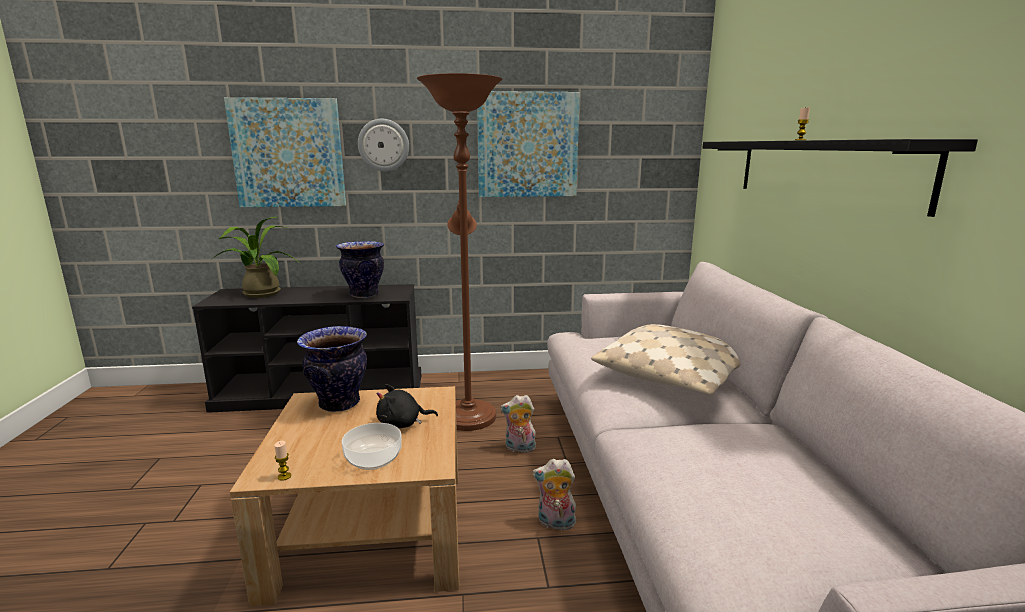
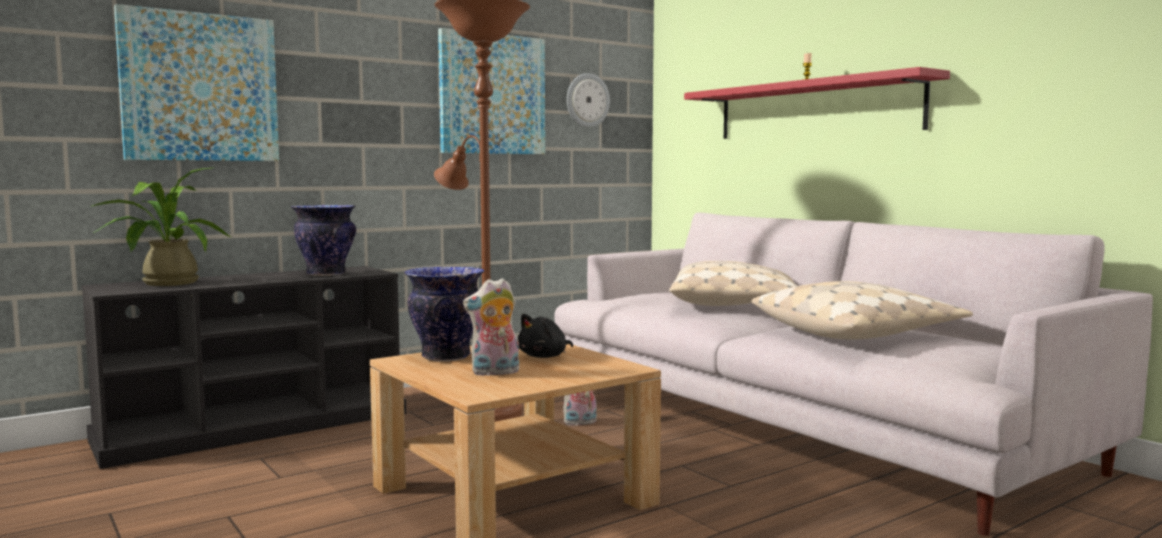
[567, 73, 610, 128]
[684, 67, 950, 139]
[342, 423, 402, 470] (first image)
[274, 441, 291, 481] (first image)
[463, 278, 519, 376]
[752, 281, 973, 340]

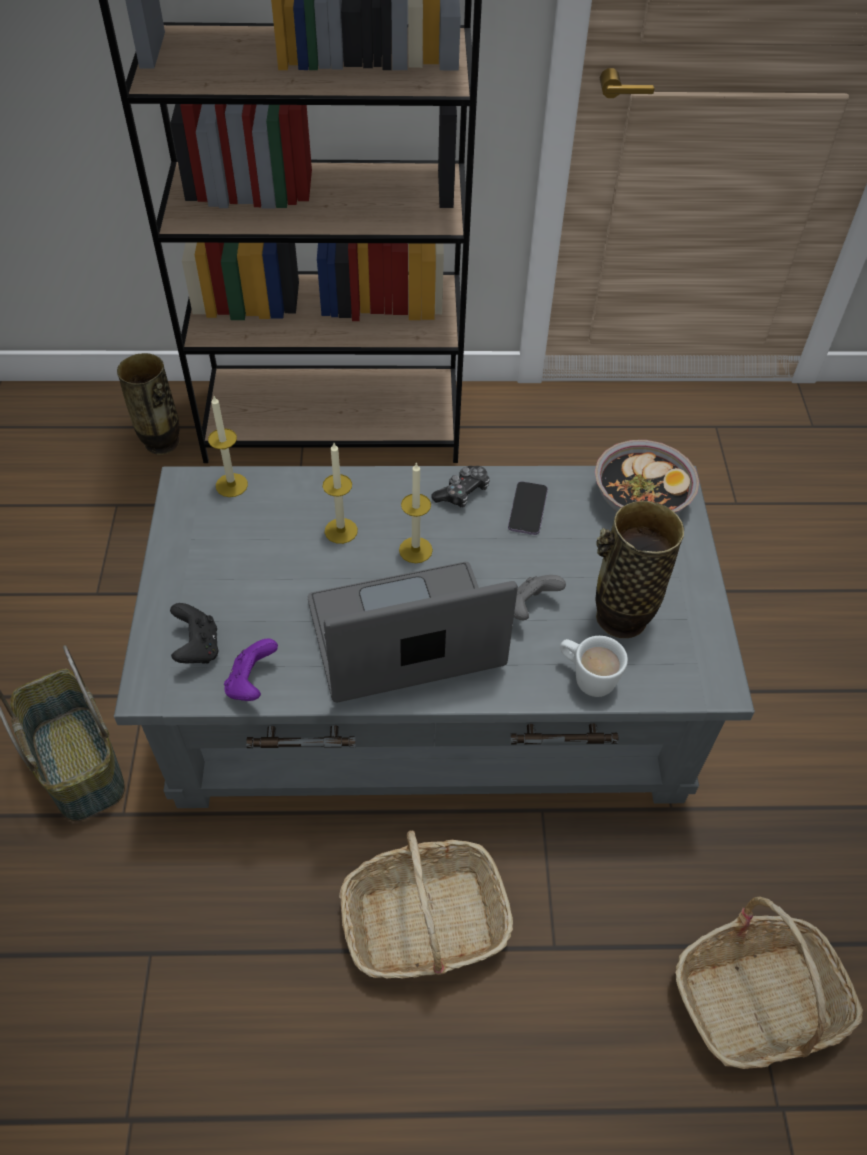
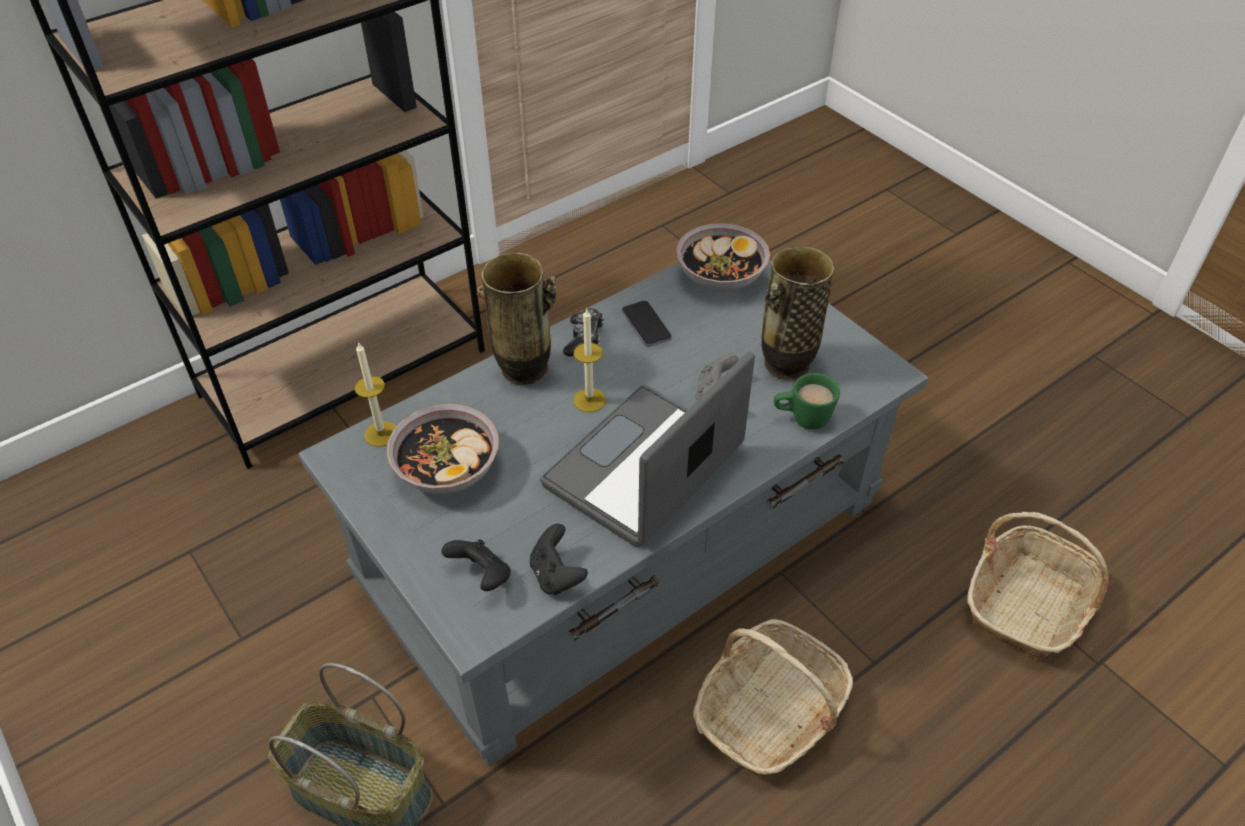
[477, 253, 557, 385]
[323, 443, 358, 544] (first image)
[774, 373, 840, 430]
[530, 524, 588, 595]
[386, 404, 499, 494]

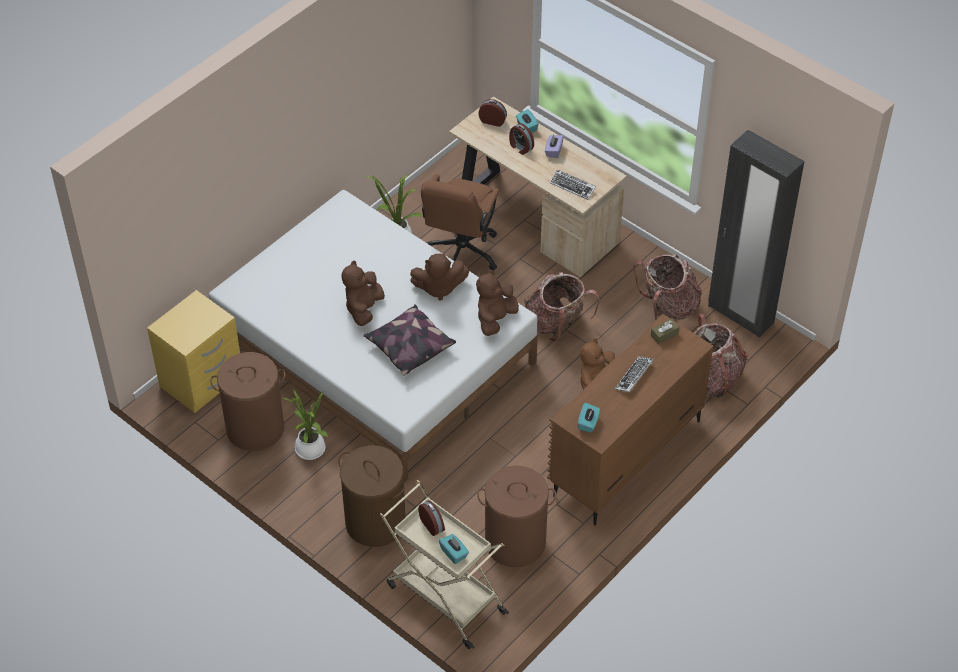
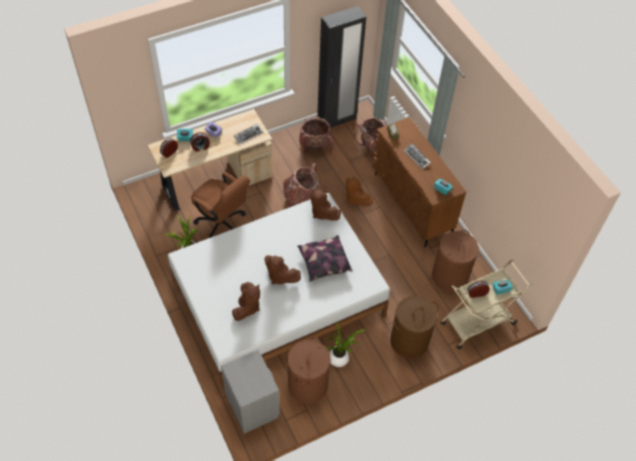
[232, 282, 260, 321]
[221, 350, 280, 434]

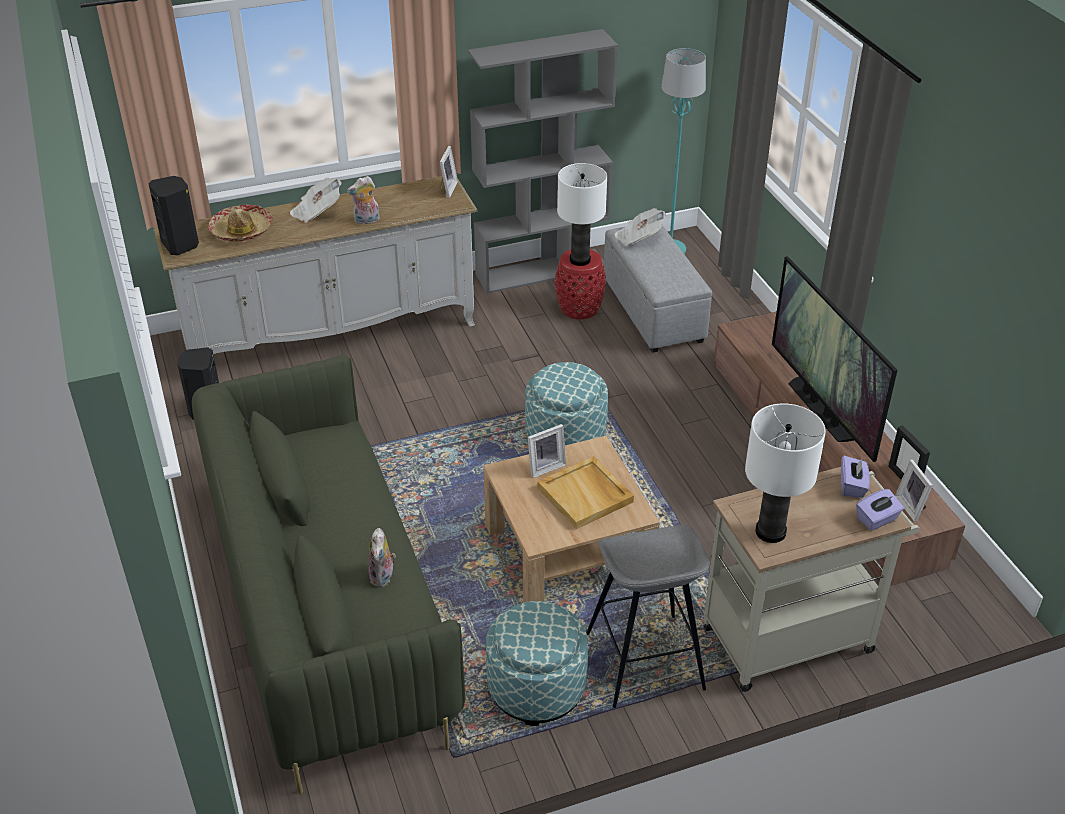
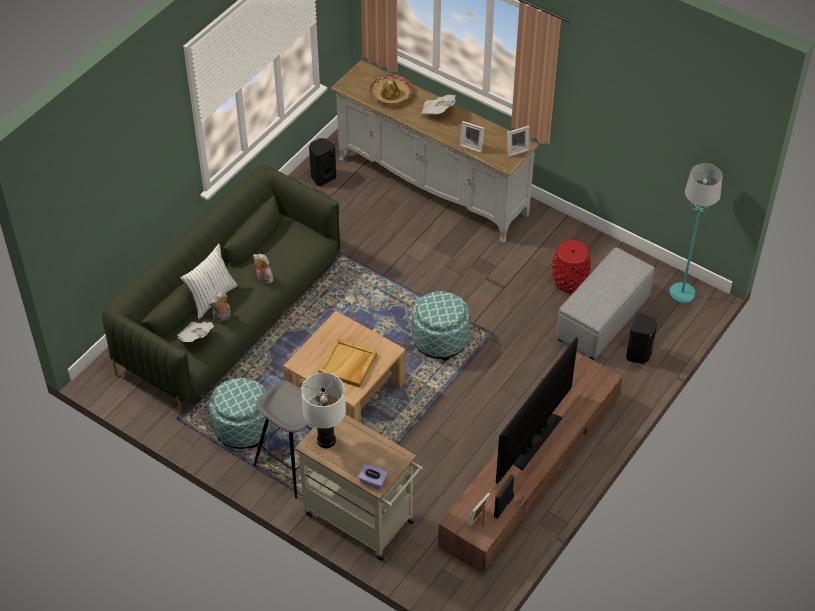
[468, 29, 618, 294] (first image)
[557, 163, 607, 266] (first image)
[626, 313, 657, 364]
[253, 254, 273, 284]
[177, 322, 214, 342]
[460, 121, 485, 152]
[841, 456, 870, 498] (first image)
[180, 244, 238, 319]

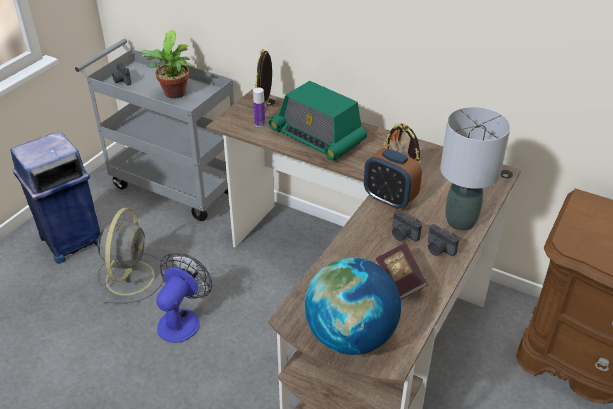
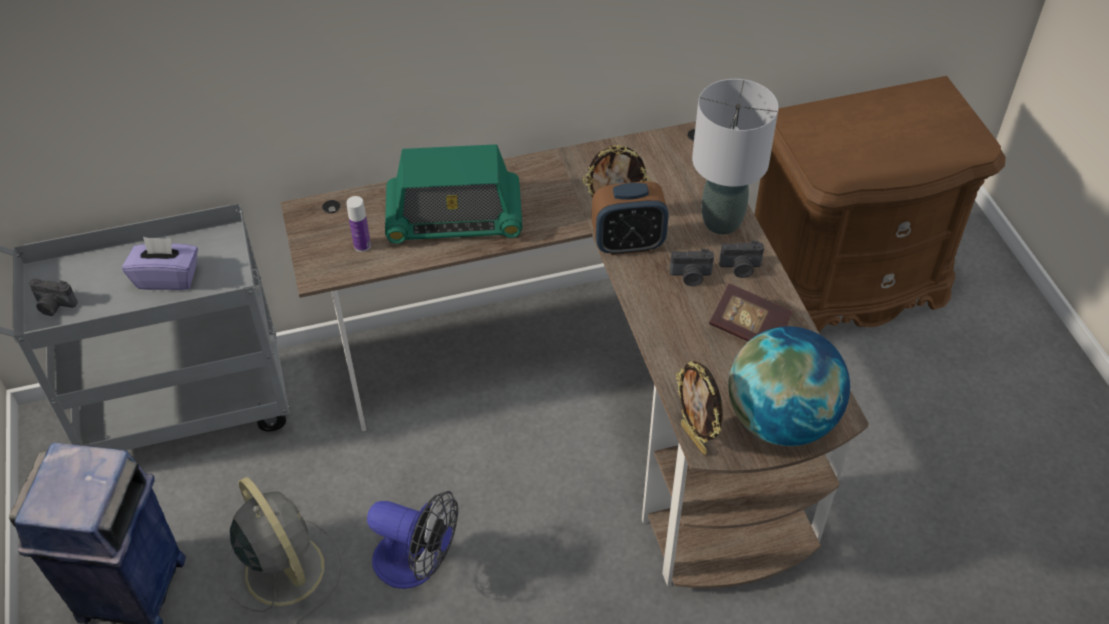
[122, 237, 198, 290]
[676, 361, 723, 455]
[367, 491, 458, 589]

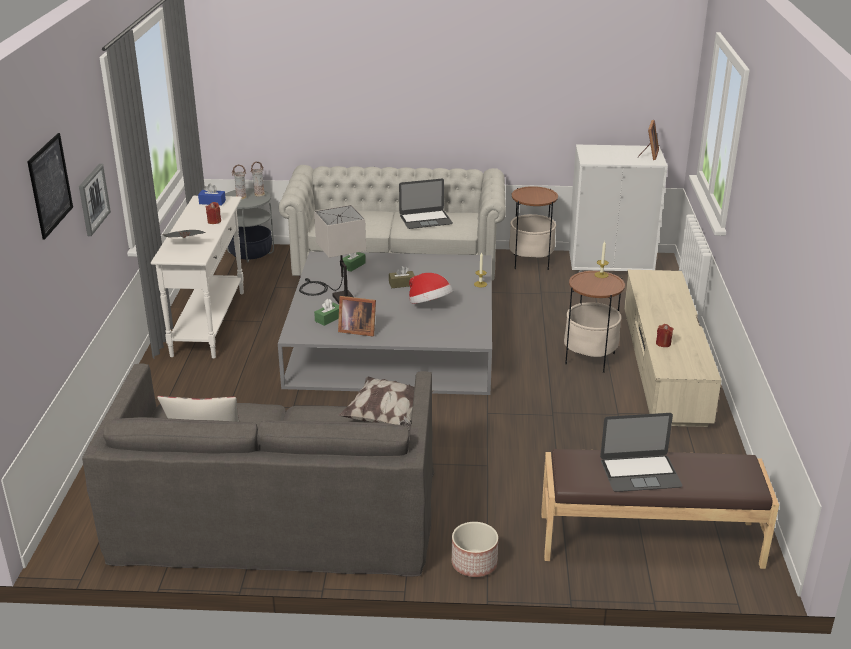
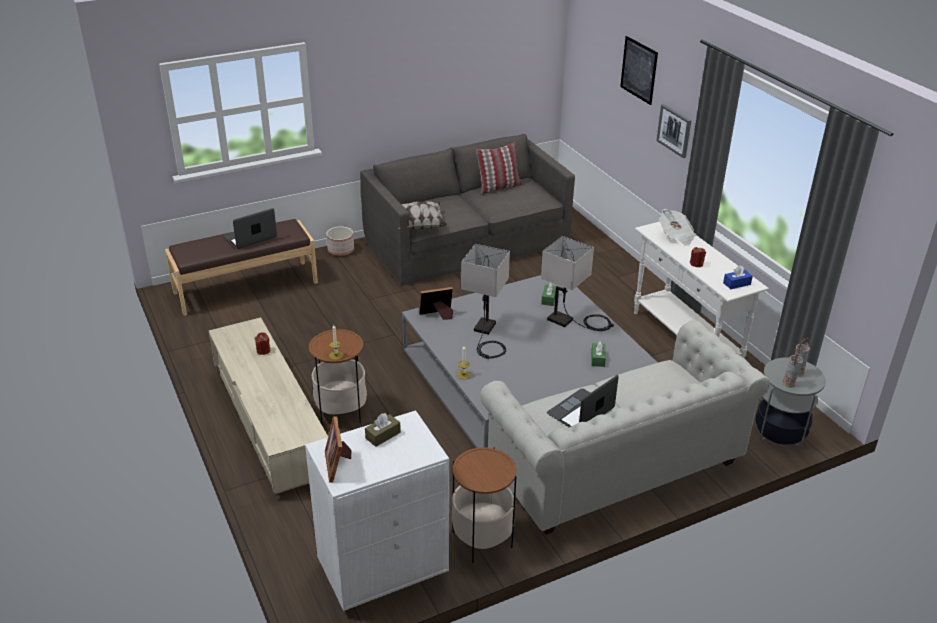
[365, 413, 401, 447]
[461, 244, 510, 359]
[419, 287, 453, 320]

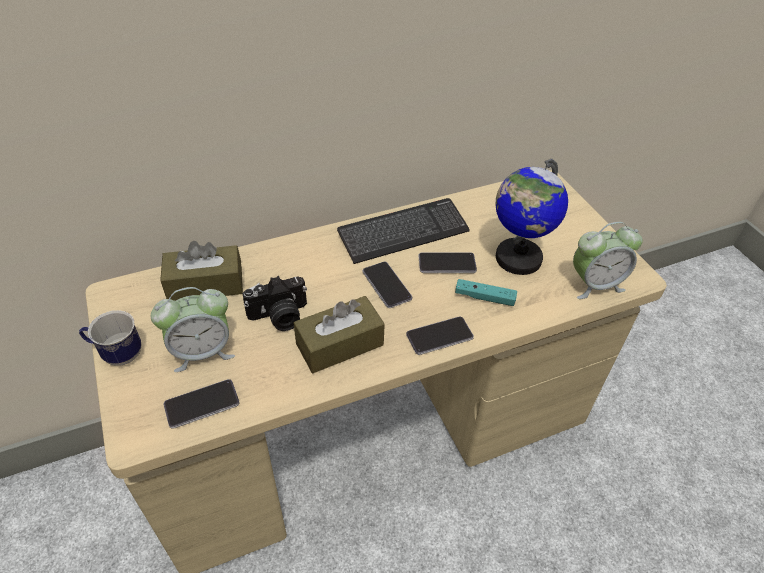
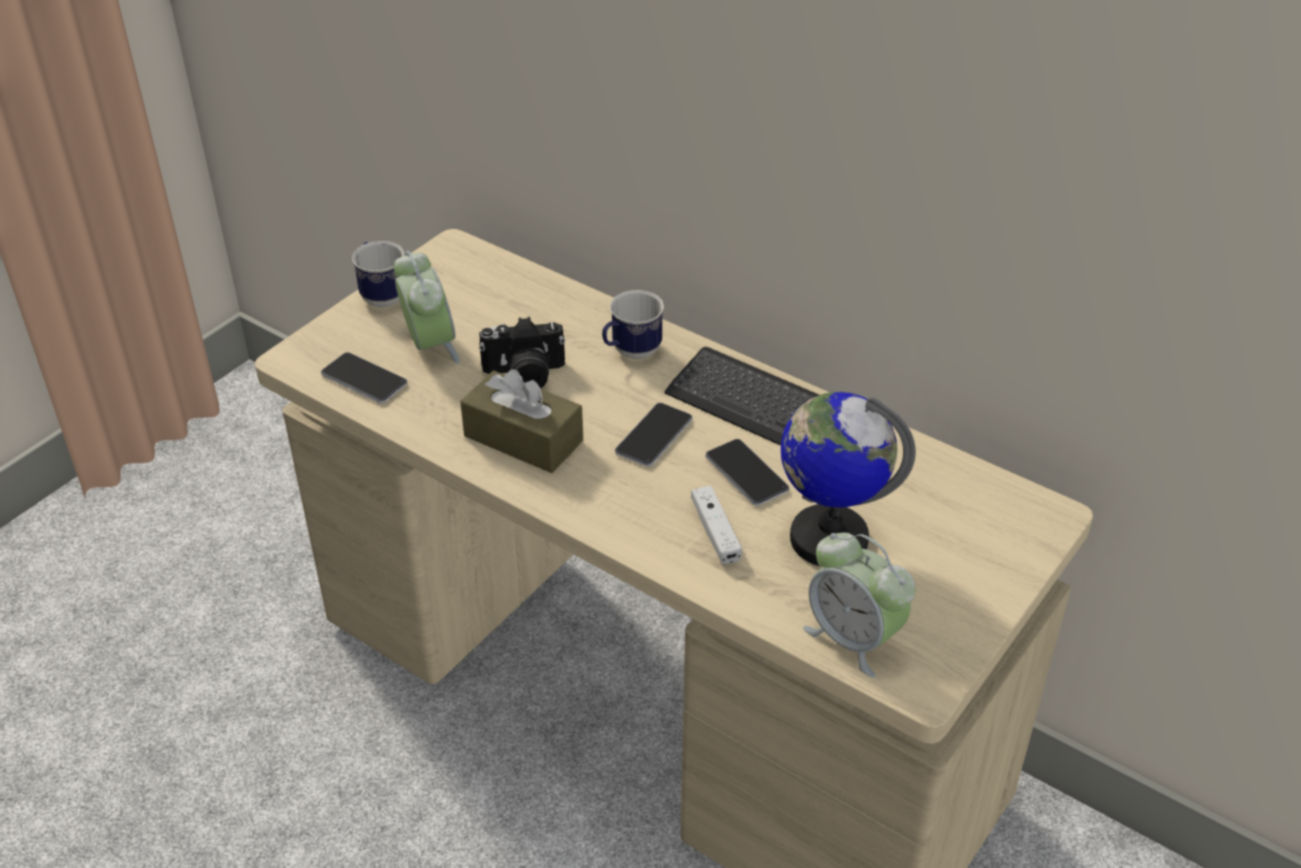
[160, 241, 243, 301] (first image)
[479, 317, 565, 388]
[691, 486, 742, 564]
[394, 251, 460, 364]
[406, 317, 474, 355] (first image)
[602, 290, 664, 359]

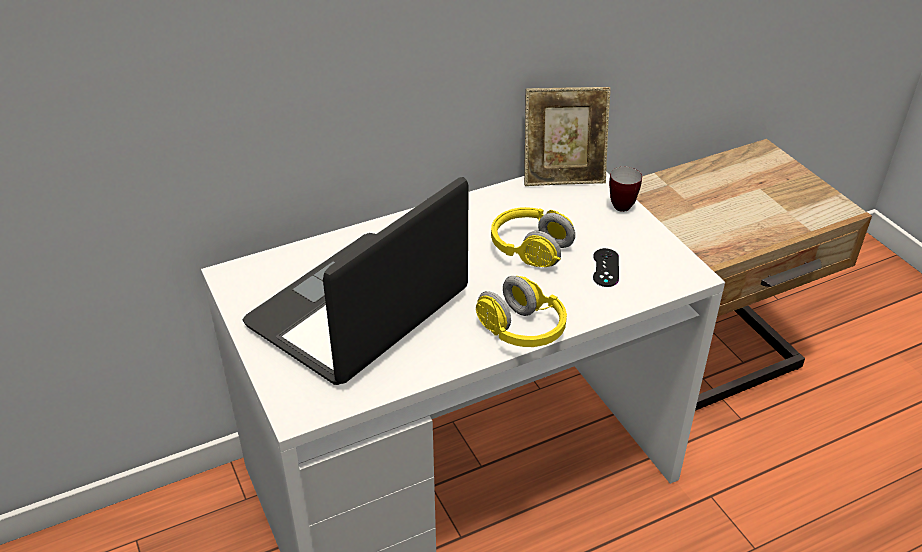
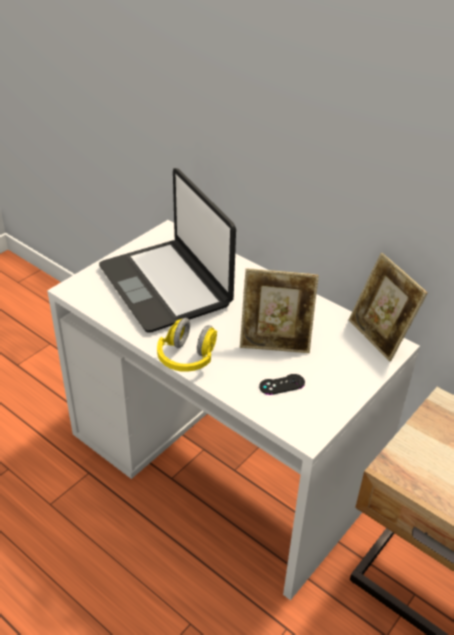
[609, 167, 642, 212] (first image)
[99, 168, 236, 332]
[240, 268, 319, 353]

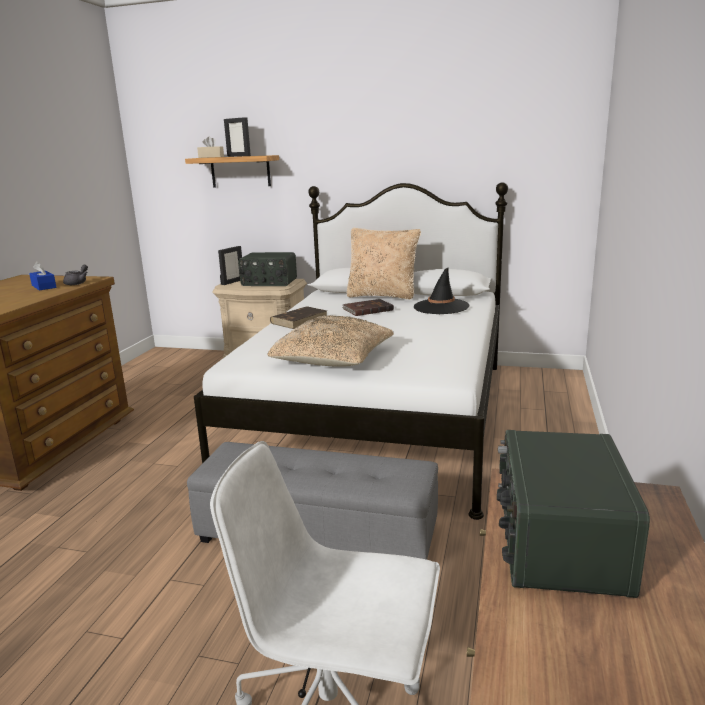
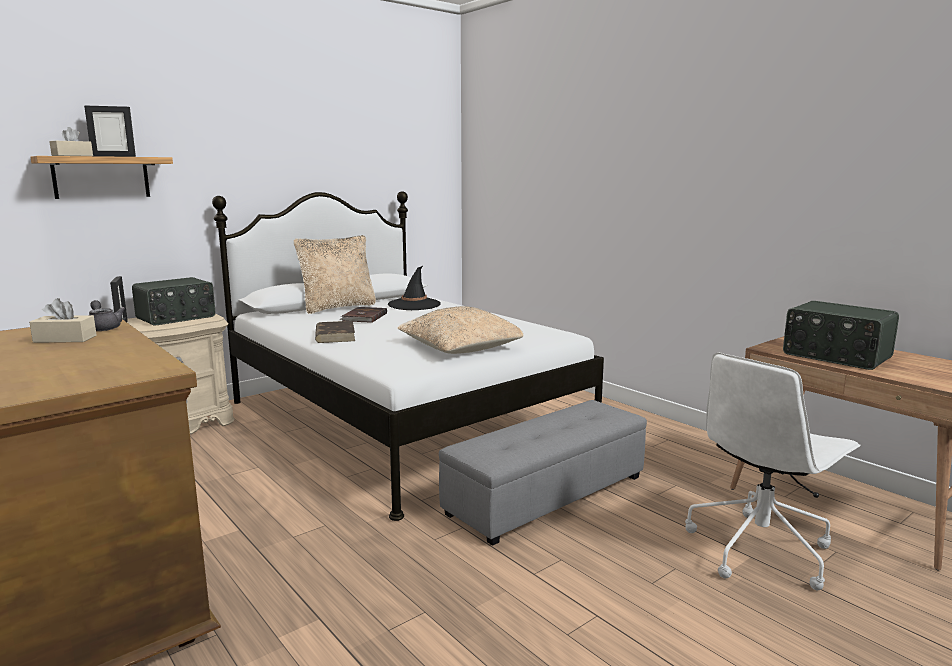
[29, 298, 97, 343]

